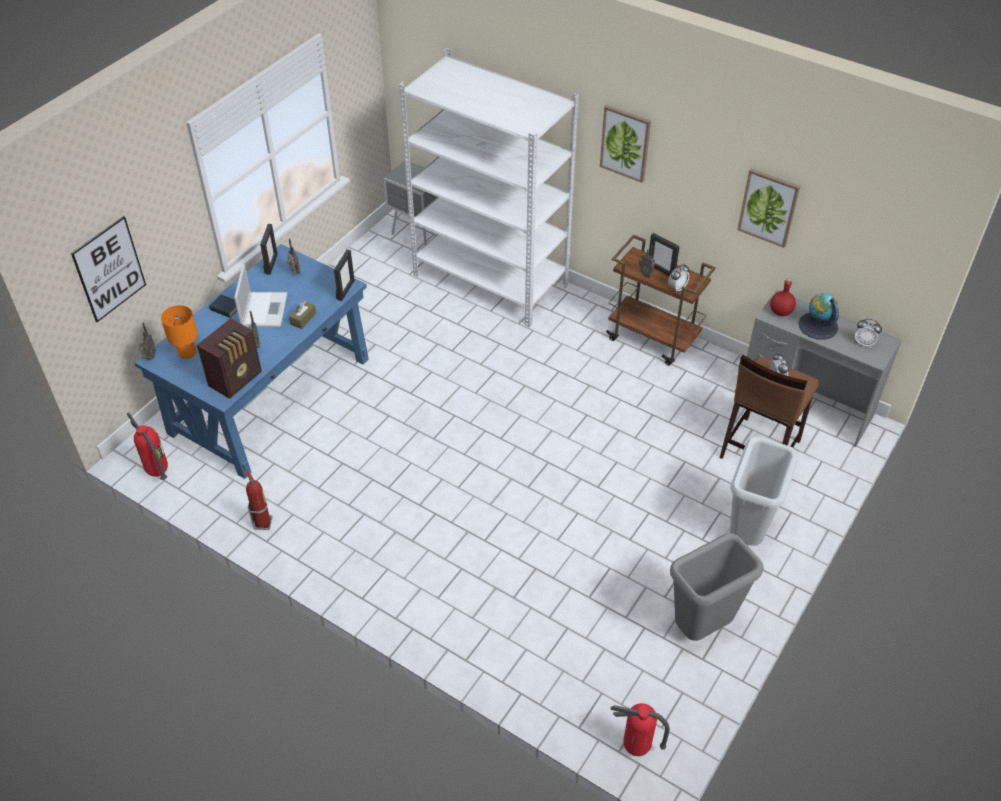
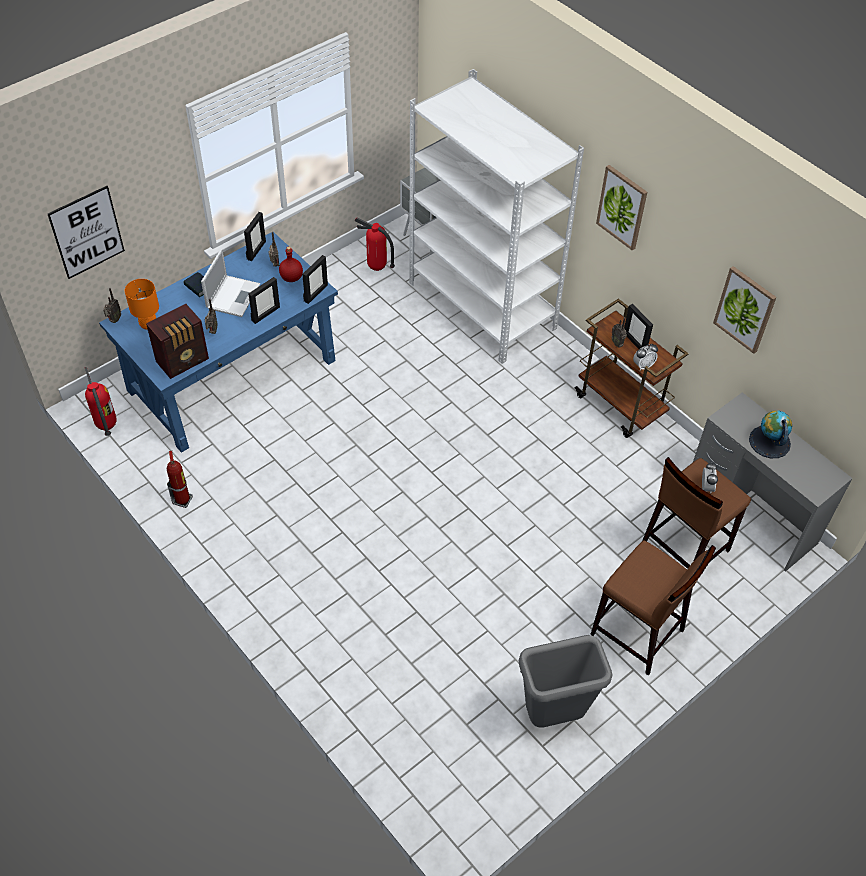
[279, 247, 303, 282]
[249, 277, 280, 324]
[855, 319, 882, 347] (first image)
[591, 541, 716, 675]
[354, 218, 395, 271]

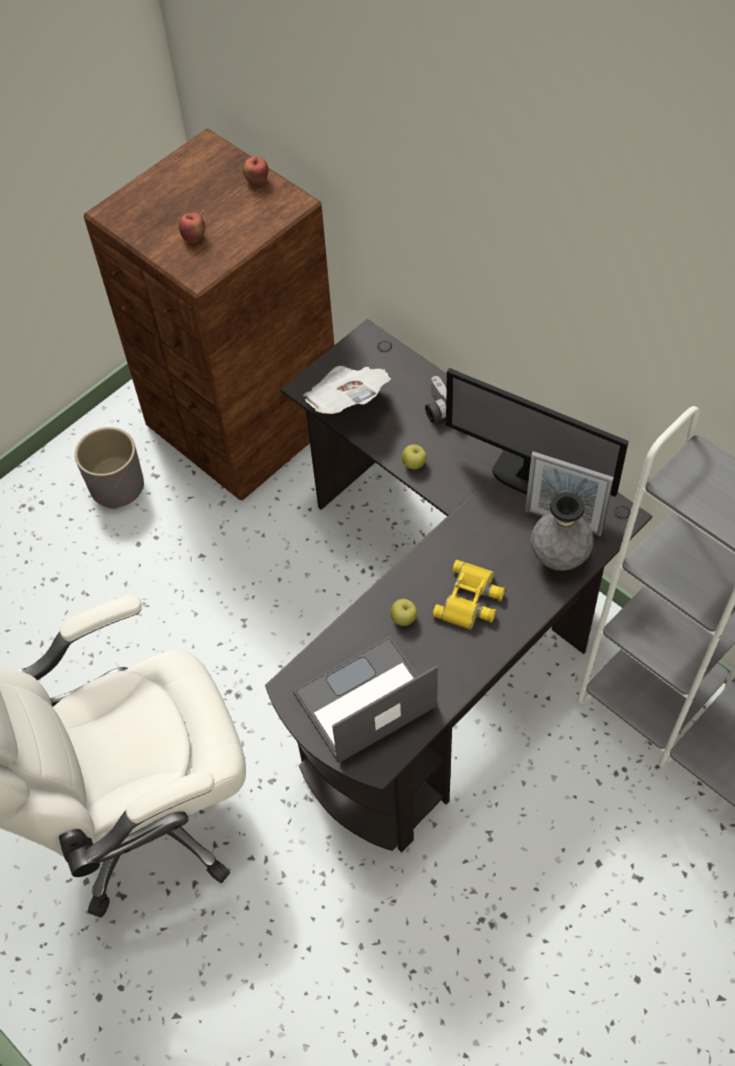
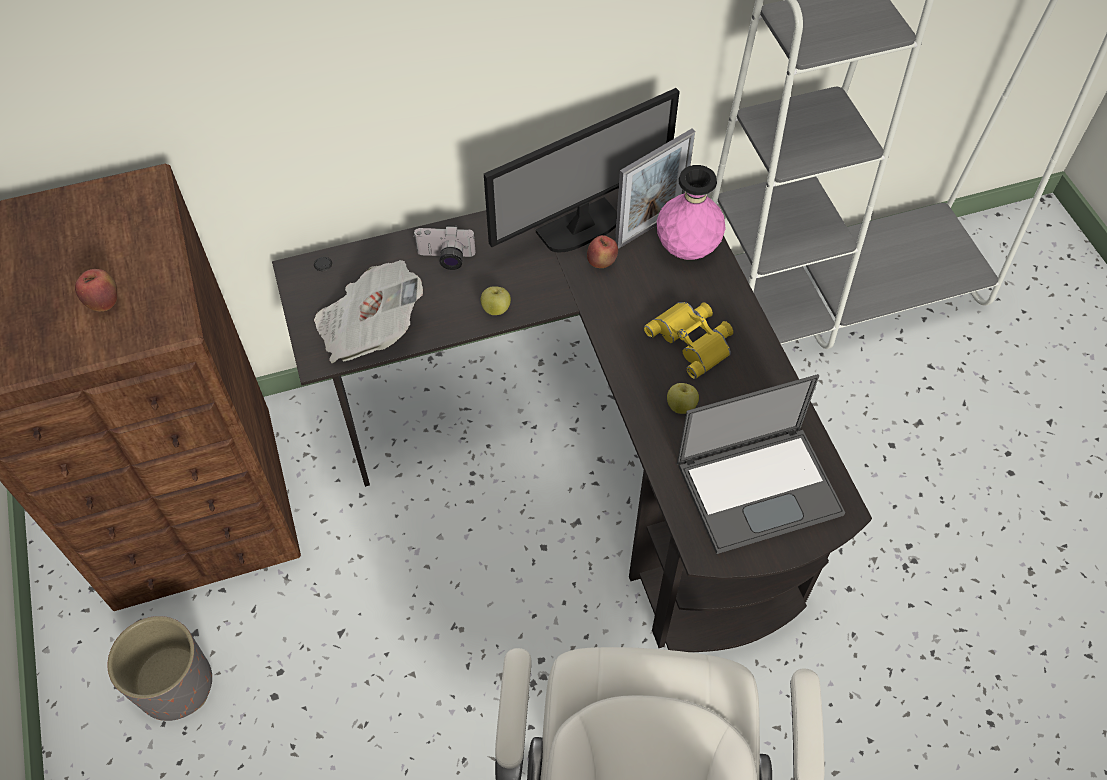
[587, 235, 618, 268]
[657, 165, 726, 260]
[677, 374, 845, 554]

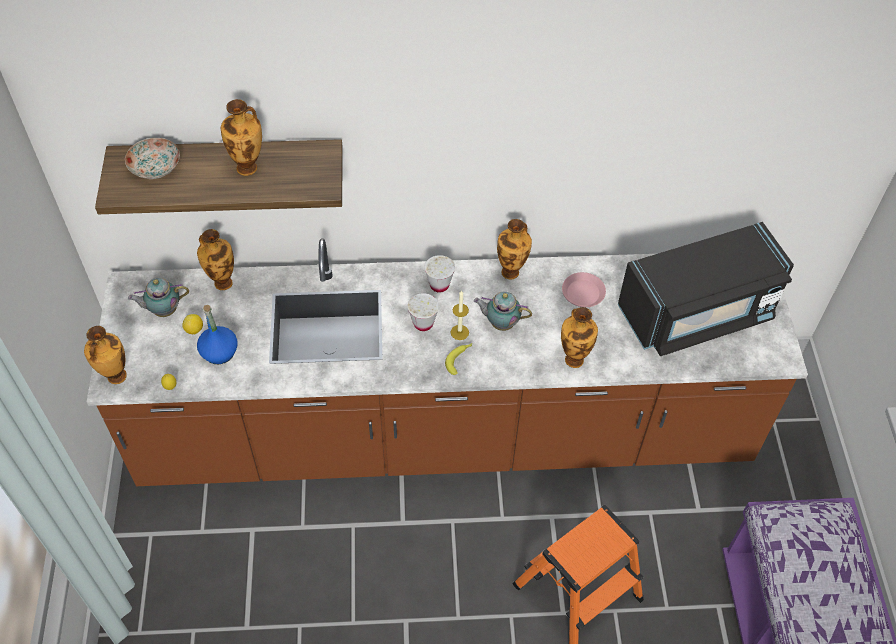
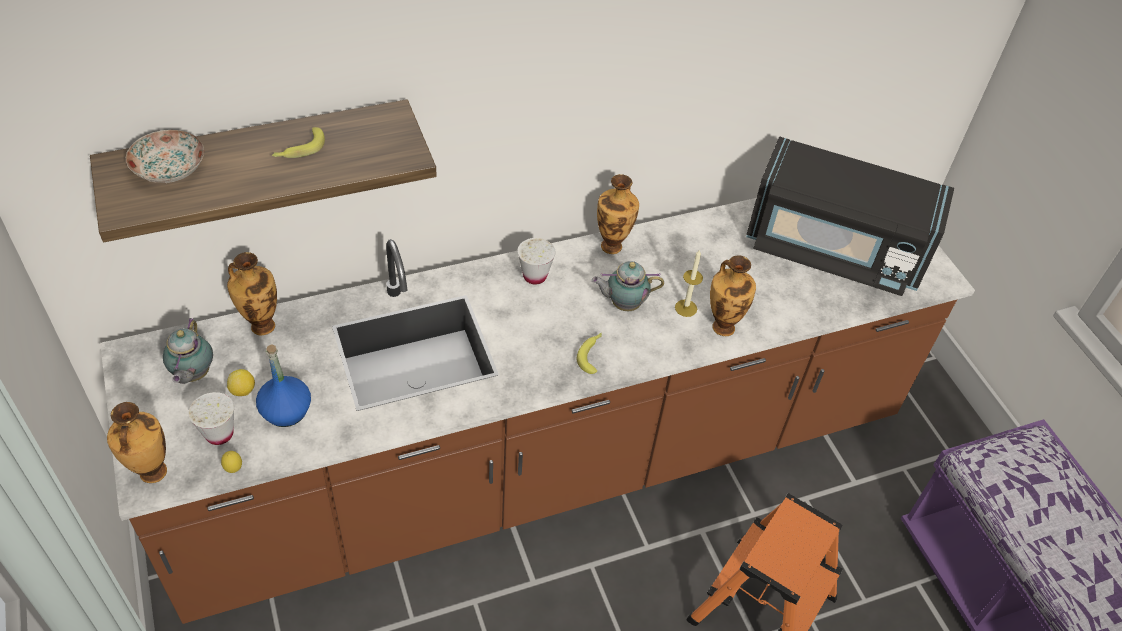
[272, 127, 325, 158]
[746, 137, 954, 296]
[562, 272, 606, 307] (first image)
[163, 318, 213, 384]
[675, 249, 703, 317]
[189, 392, 234, 445]

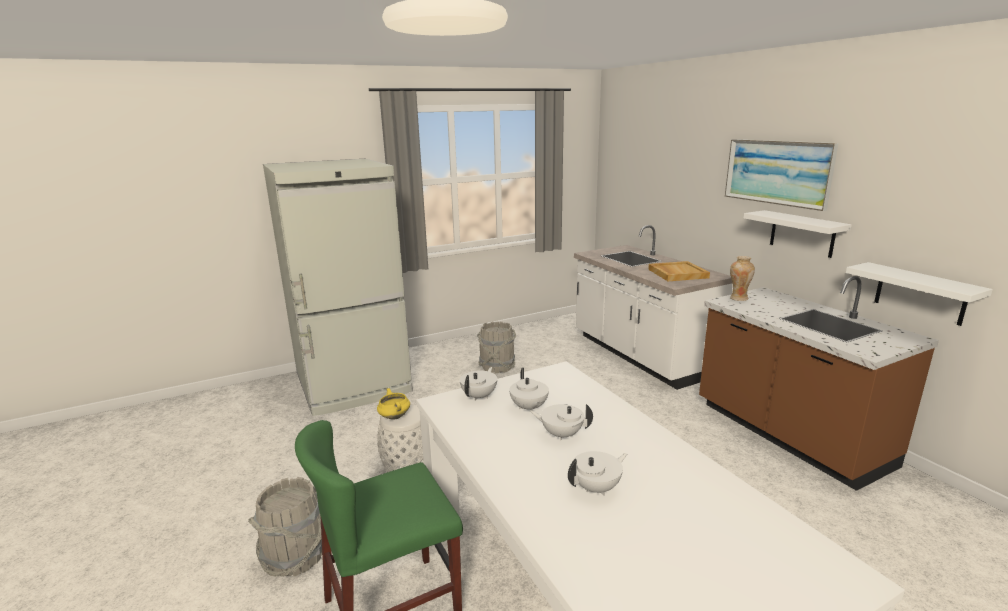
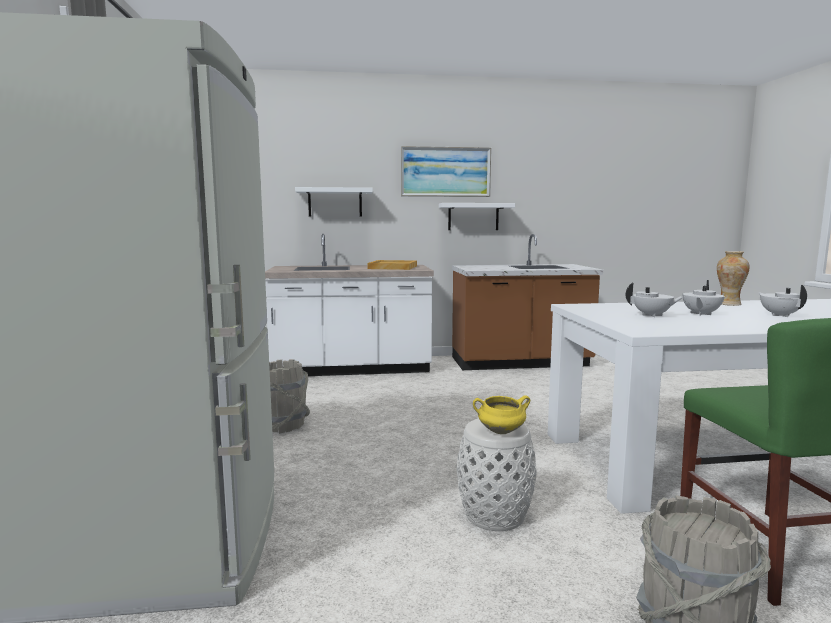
[717, 251, 750, 306]
[295, 187, 373, 217]
[460, 367, 497, 401] (first image)

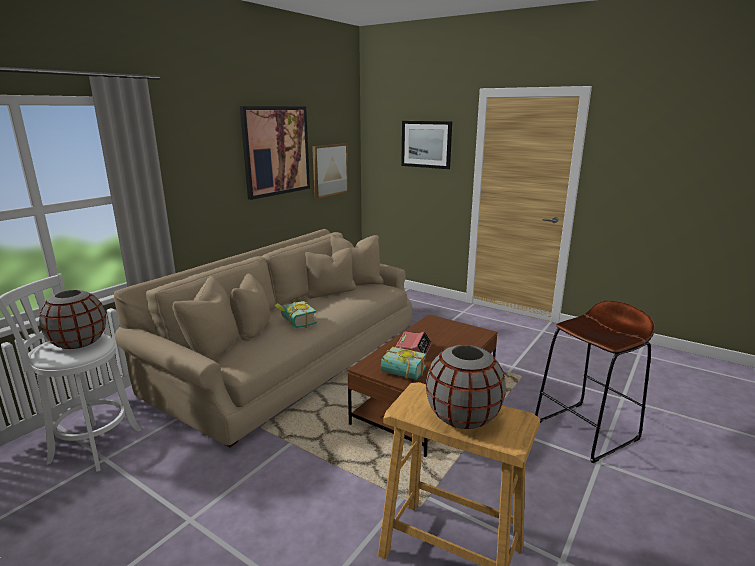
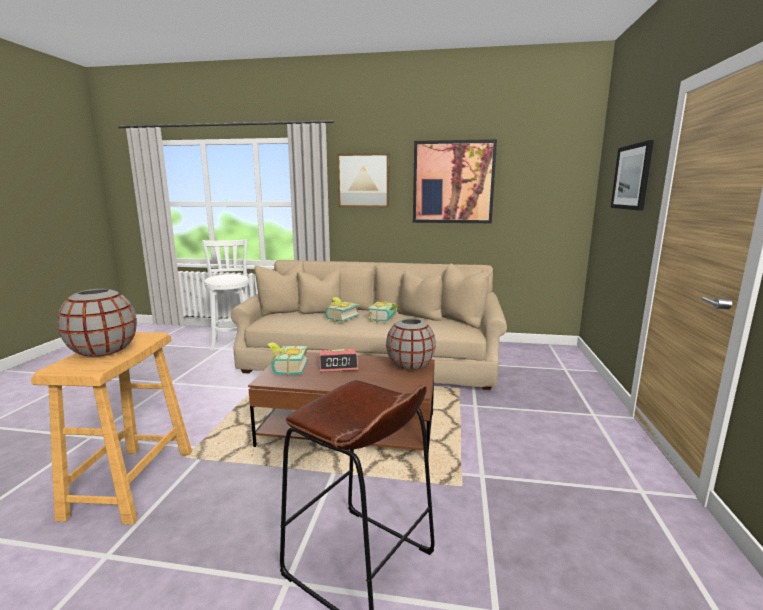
[337, 153, 389, 207]
[386, 319, 436, 370]
[368, 301, 399, 322]

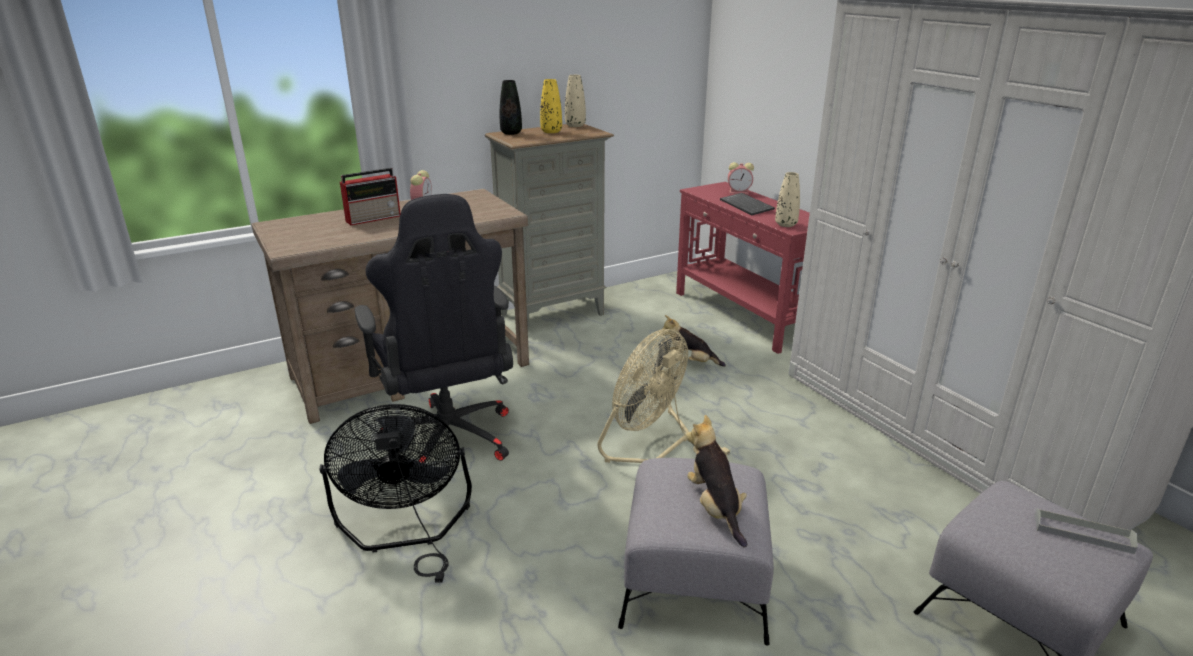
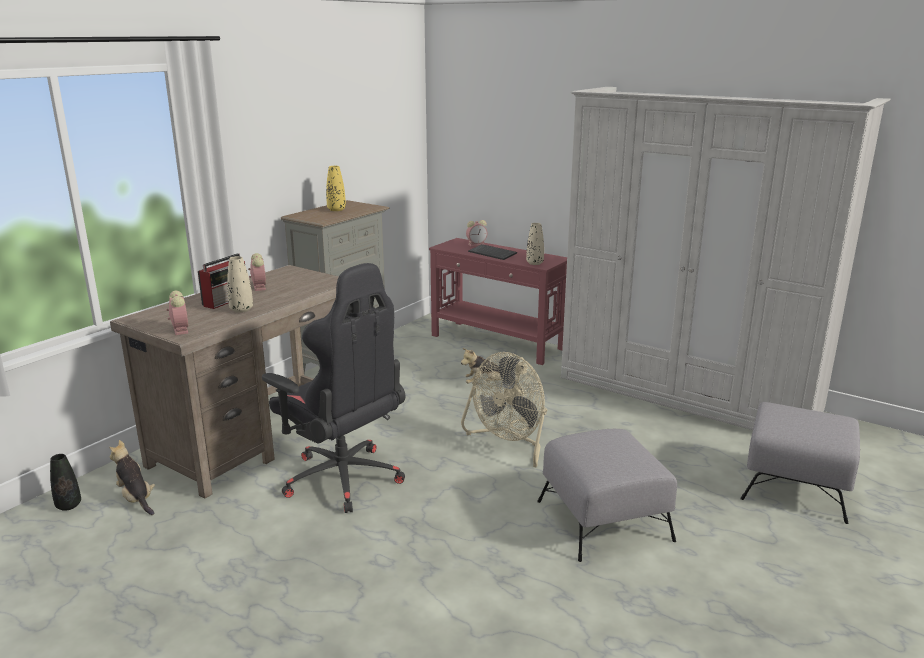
[227, 256, 253, 313]
[50, 454, 81, 511]
[461, 352, 547, 467]
[320, 404, 472, 583] (first image)
[109, 440, 155, 515]
[1035, 508, 1138, 554] (first image)
[166, 291, 188, 335]

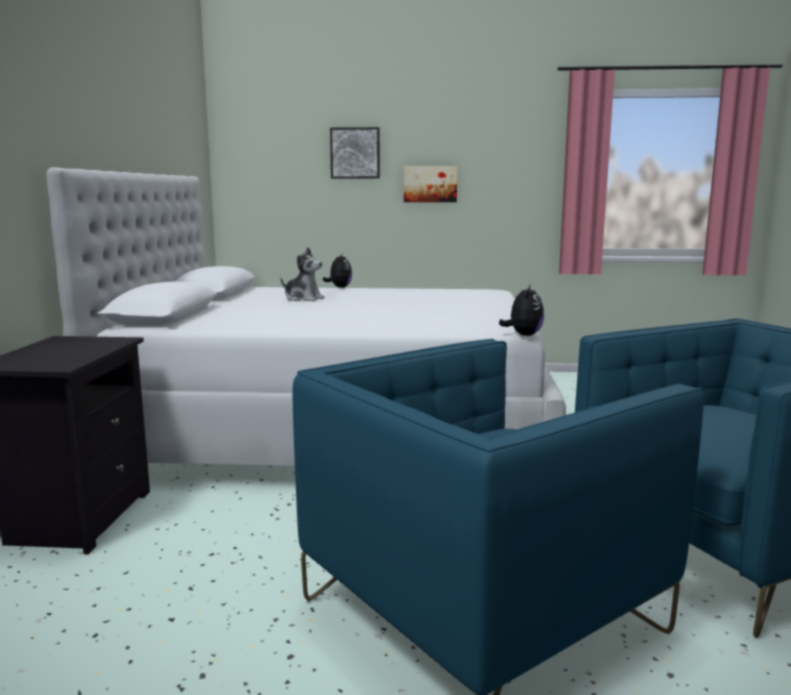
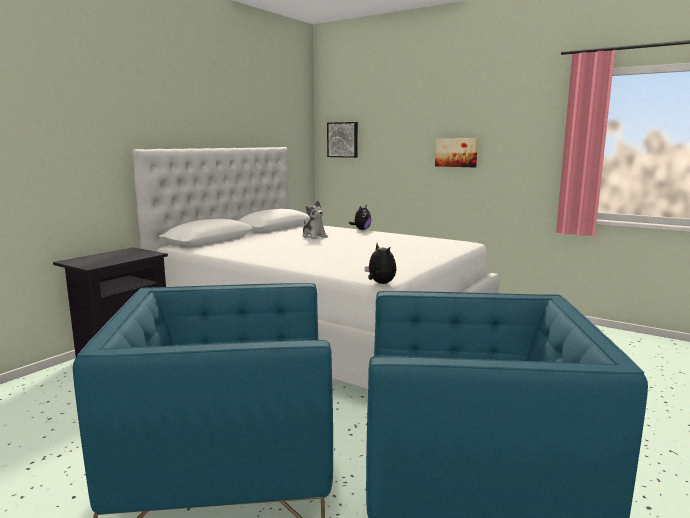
[327, 122, 358, 158]
[365, 244, 396, 284]

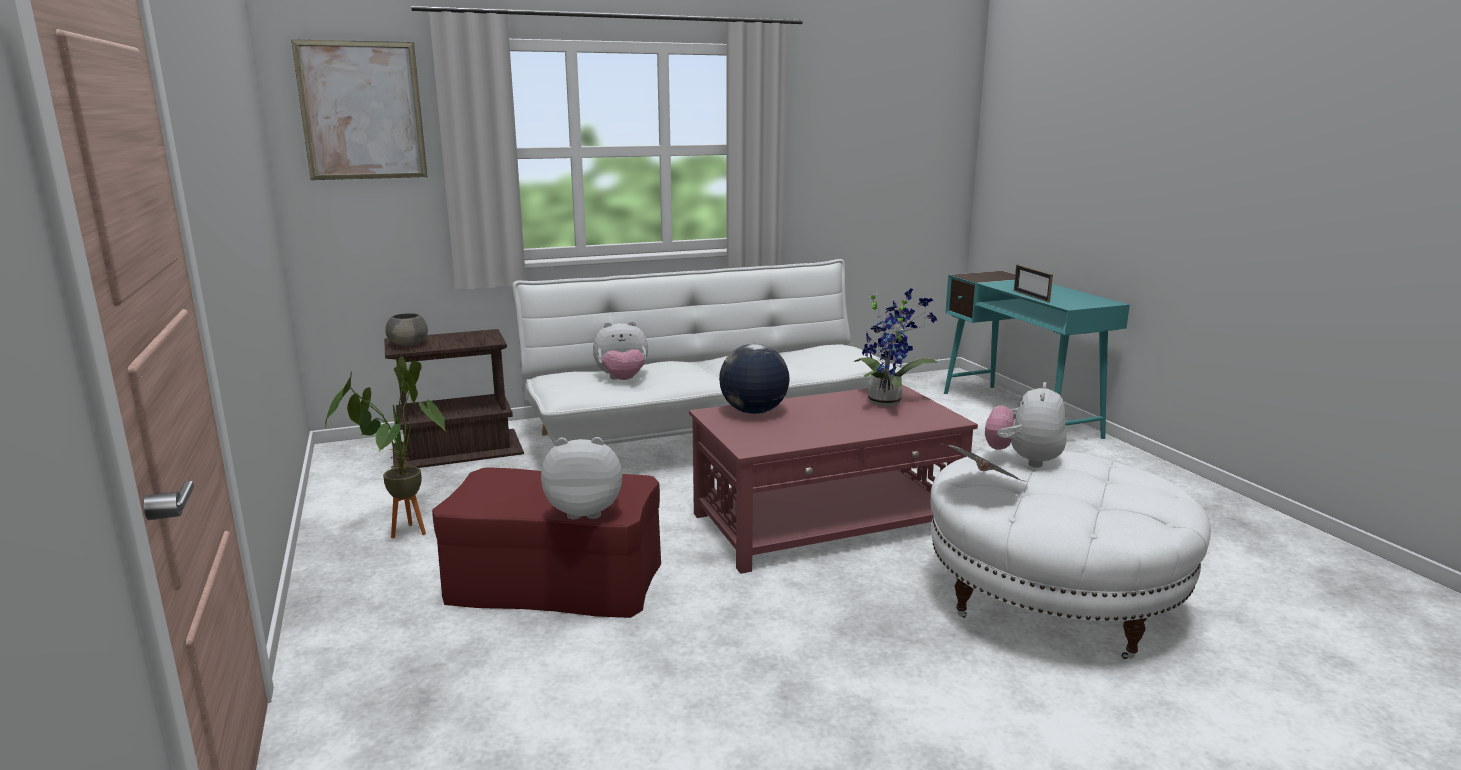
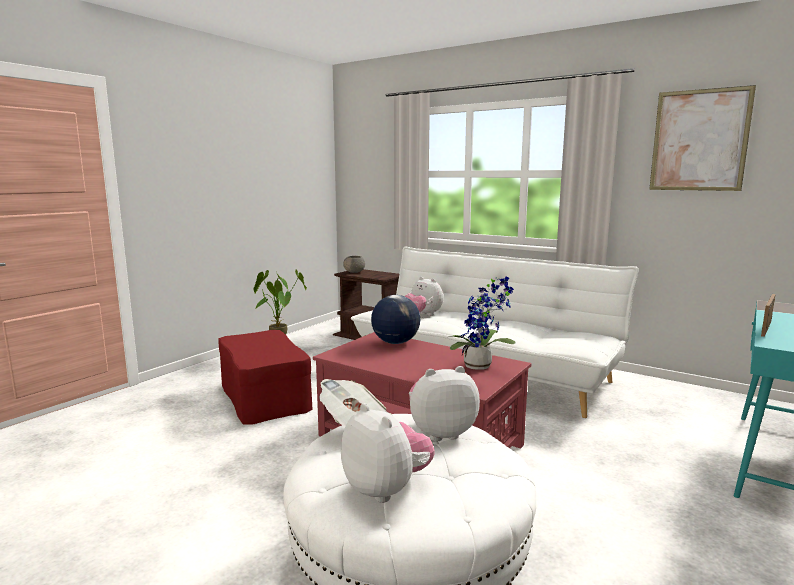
[649, 85, 756, 191]
[341, 403, 435, 503]

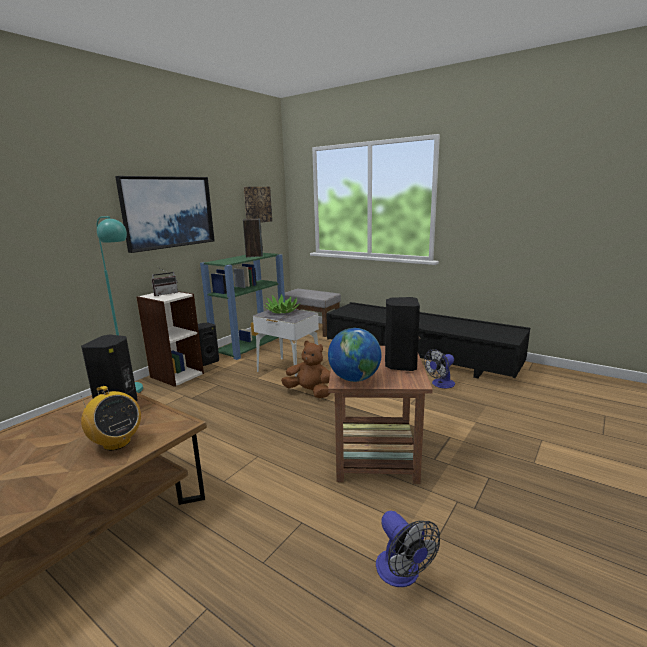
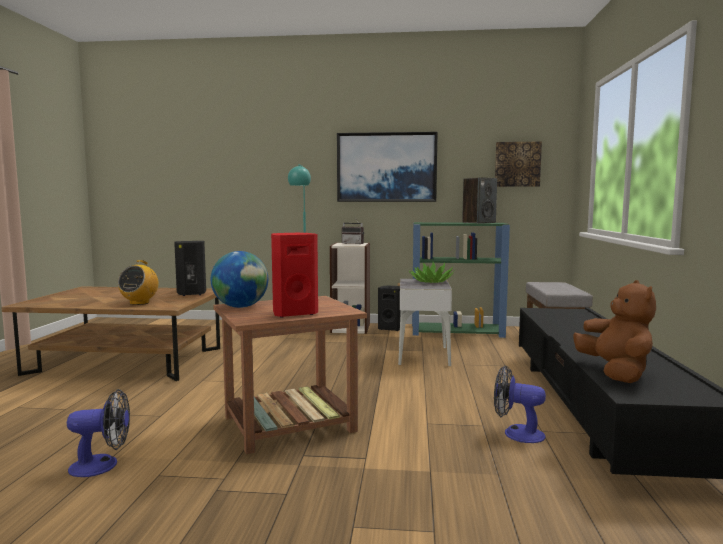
[271, 233, 318, 318]
[573, 280, 656, 383]
[67, 389, 130, 477]

